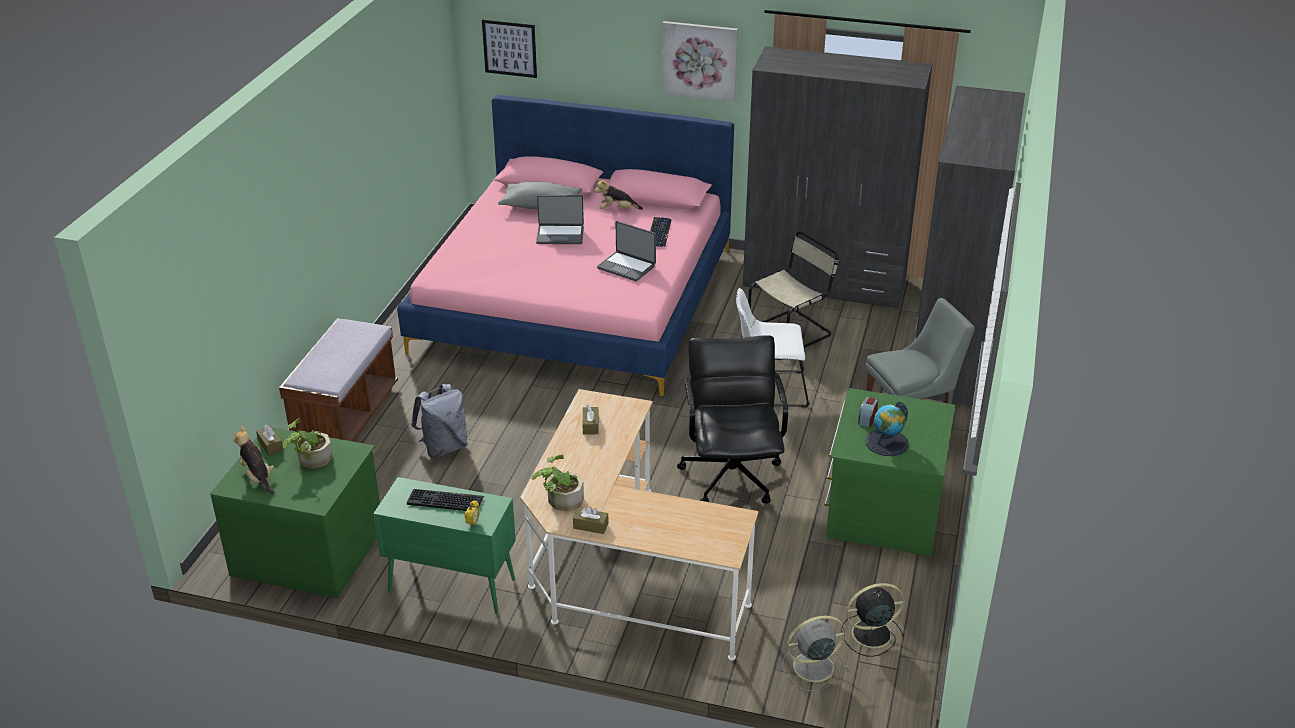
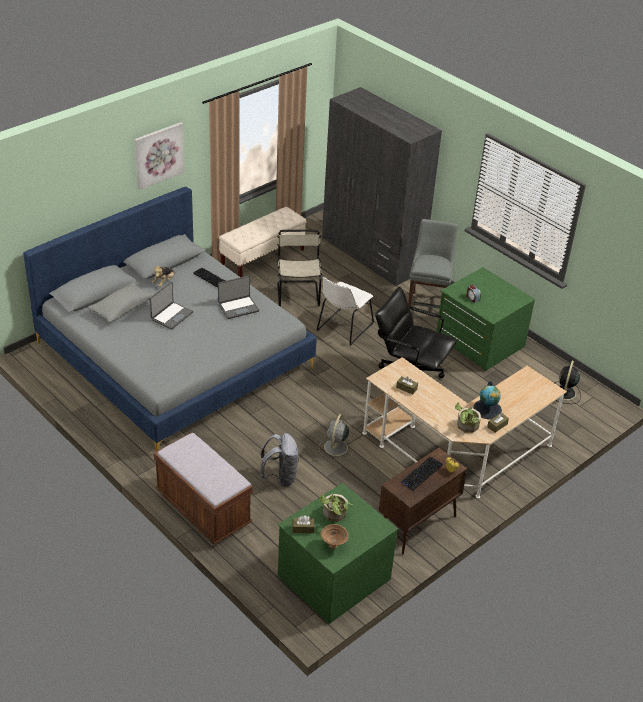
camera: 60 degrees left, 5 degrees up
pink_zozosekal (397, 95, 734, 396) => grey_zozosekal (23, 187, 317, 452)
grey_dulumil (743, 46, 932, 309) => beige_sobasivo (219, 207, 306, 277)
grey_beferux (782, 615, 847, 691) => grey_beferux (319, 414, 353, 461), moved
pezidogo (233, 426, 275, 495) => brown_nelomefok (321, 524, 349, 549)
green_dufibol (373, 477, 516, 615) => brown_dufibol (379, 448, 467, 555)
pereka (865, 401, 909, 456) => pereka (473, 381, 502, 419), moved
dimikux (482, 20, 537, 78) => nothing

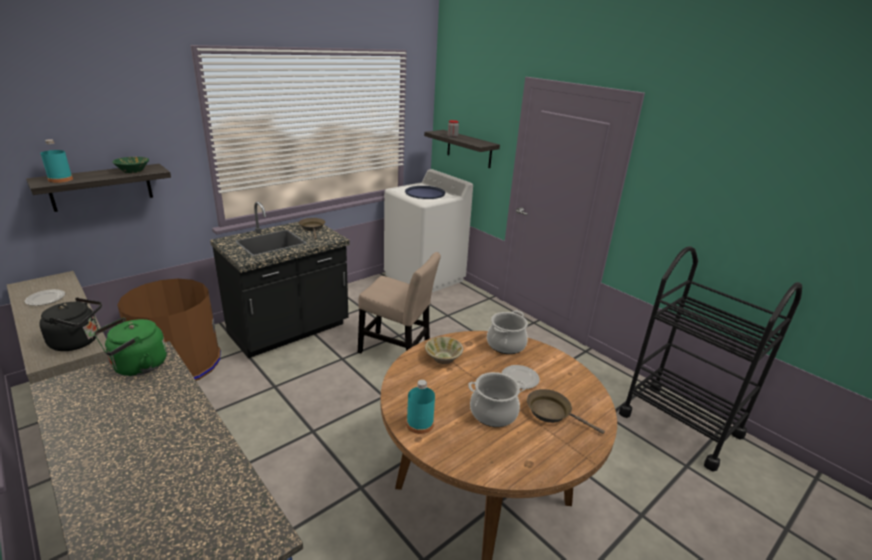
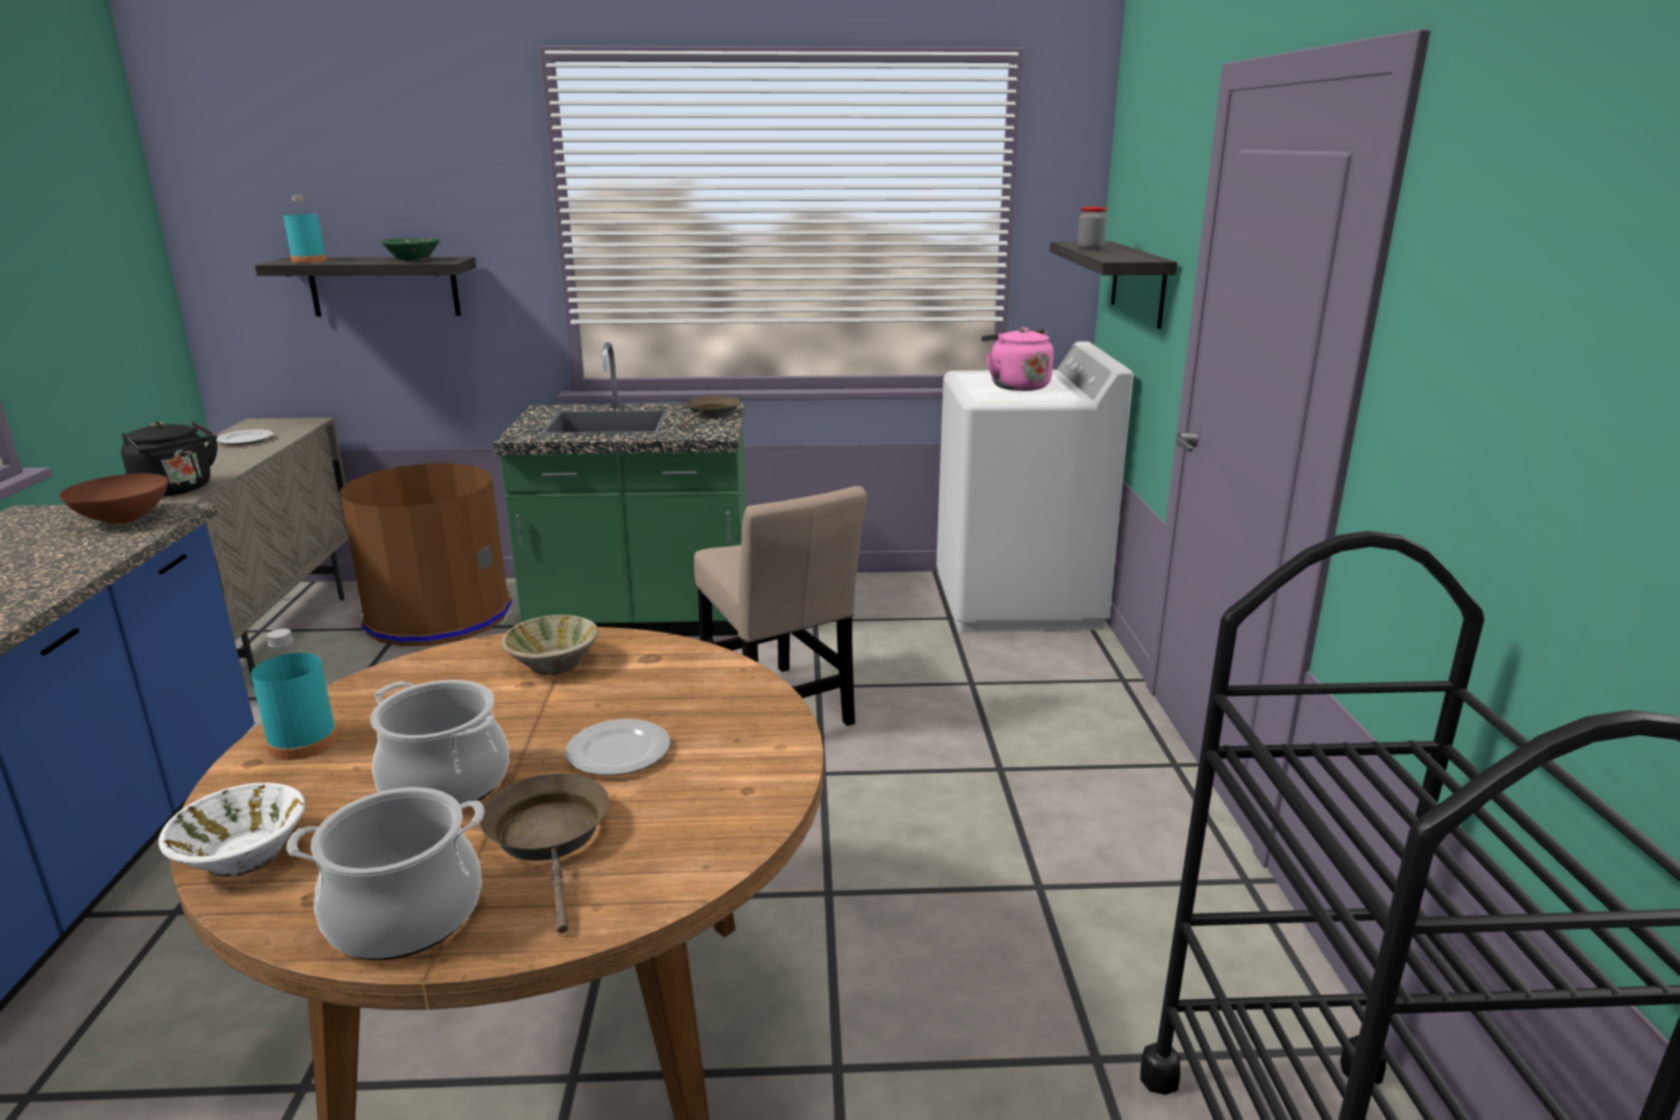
camera: 40 degrees right, 5 degrees down
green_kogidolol (94, 318, 167, 376) => brown_nelomefok (59, 474, 168, 524)
nothing => white_nelomefok (159, 783, 305, 877)
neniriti (487, 310, 528, 354) => neniriti (287, 787, 485, 960), moved
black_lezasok (210, 202, 350, 358) => green_lezasok (493, 342, 746, 636)
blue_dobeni (405, 186, 445, 199) => pink_kogidolol (982, 327, 1054, 391)

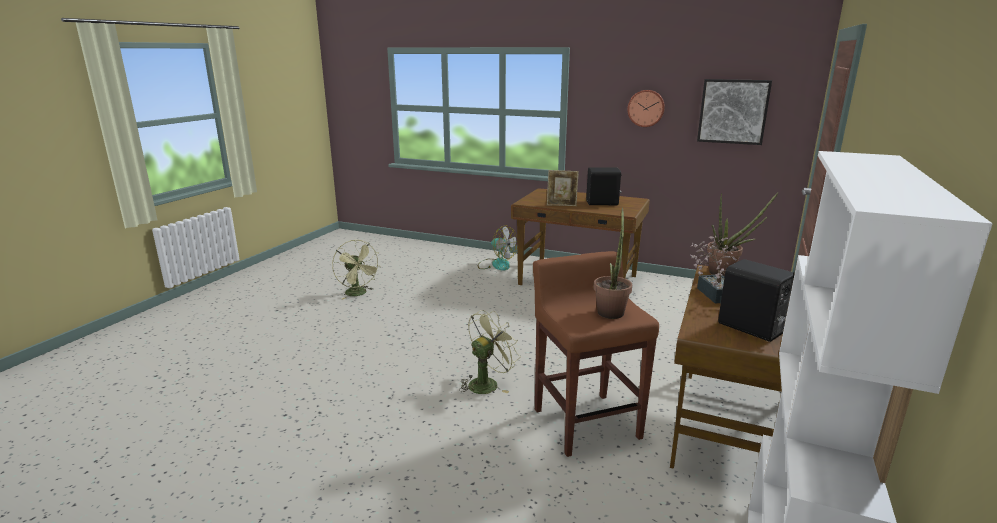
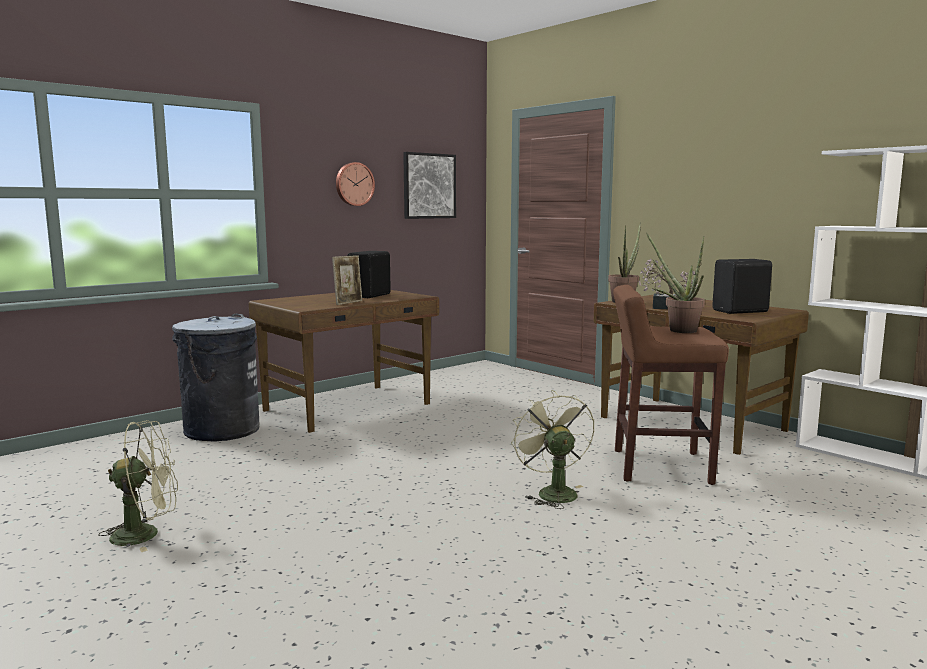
camera: 65 degrees left, 10 degrees down
beferux (478, 225, 517, 270) => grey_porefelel (172, 314, 259, 441)

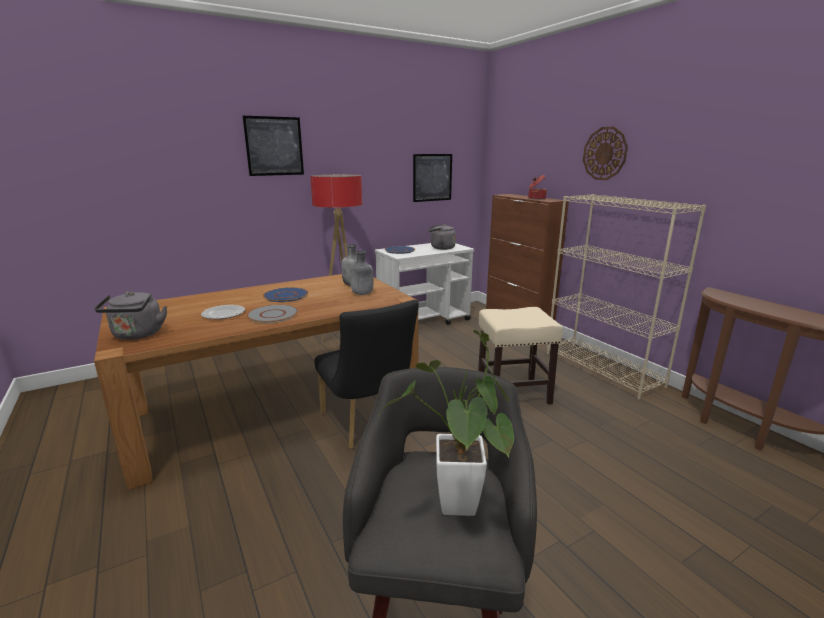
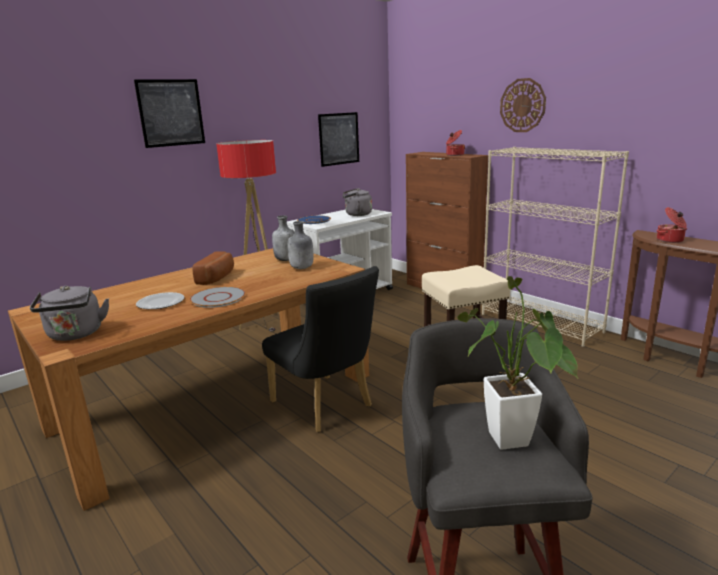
camera: 10 degrees left, 0 degrees up
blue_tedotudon (263, 287, 308, 302) => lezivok (192, 251, 234, 285)
nothing => neniriti (656, 207, 687, 243)

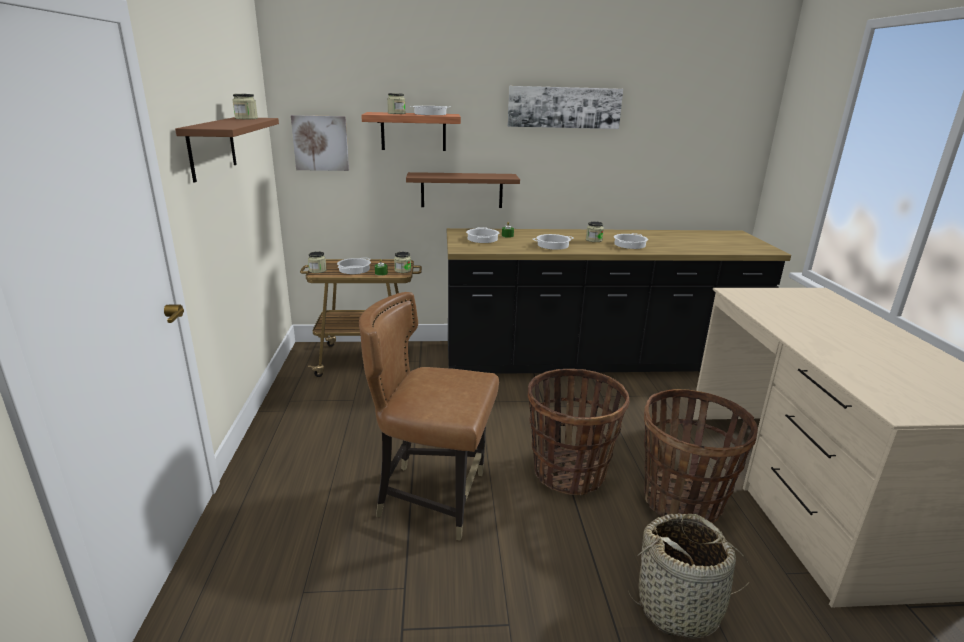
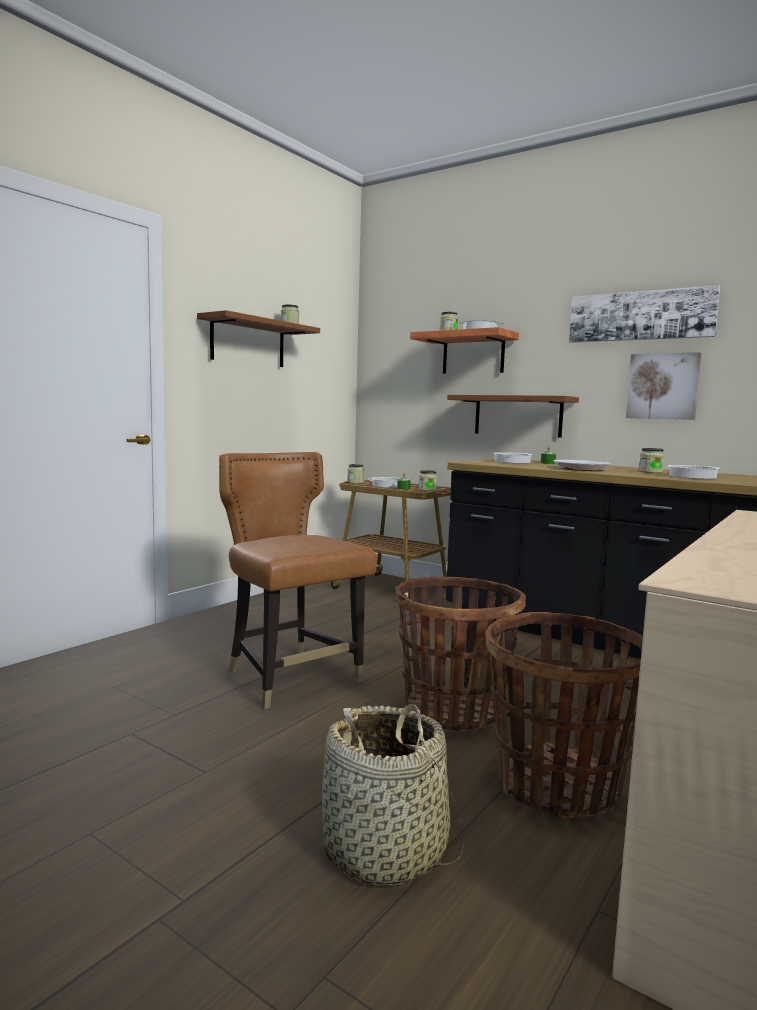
camera: 40 degrees right, 15 degrees down
neniriti (533, 234, 574, 250) => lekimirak (554, 460, 611, 471)
dimikux (291, 115, 349, 171) => dimikux (626, 352, 702, 420), moved

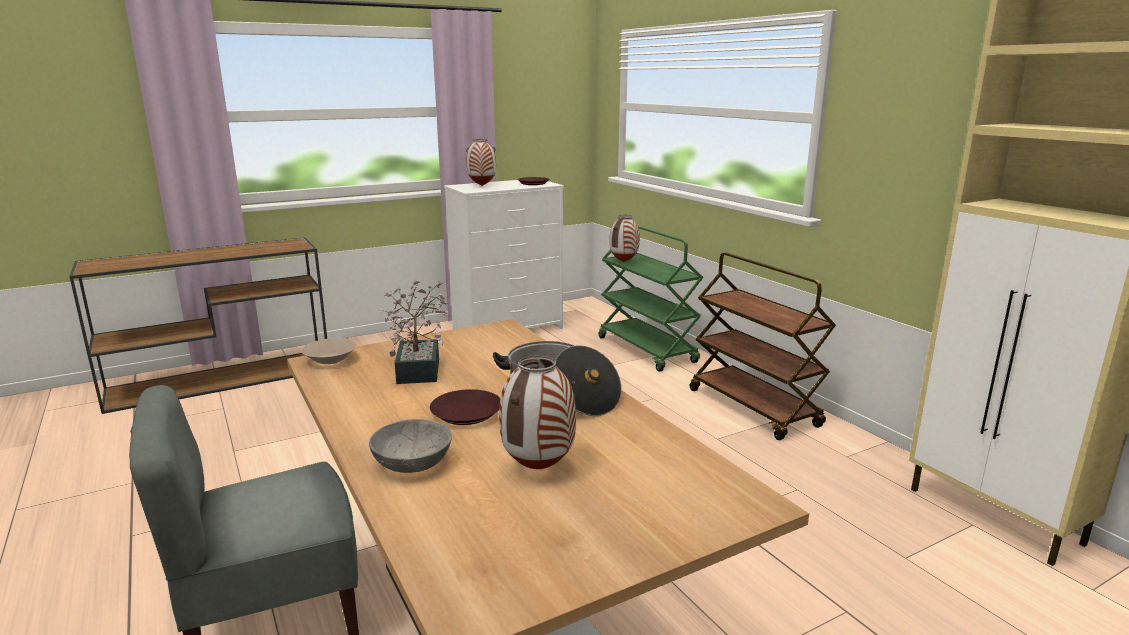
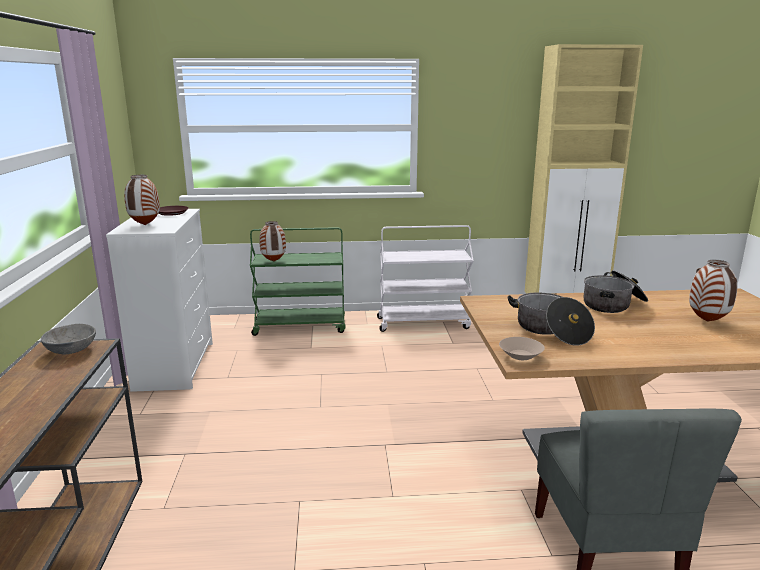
camera: 65 degrees left, 0 degrees up
grey_nelomefok (369, 419, 452, 473) => grey_nelomefok (41, 324, 96, 354), moved
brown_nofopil (690, 253, 836, 440) => white_nofopil (377, 225, 474, 332)
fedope (379, 279, 448, 384) => neniriti (507, 293, 595, 346)
brown_tedotudon (430, 389, 500, 425) => nothing

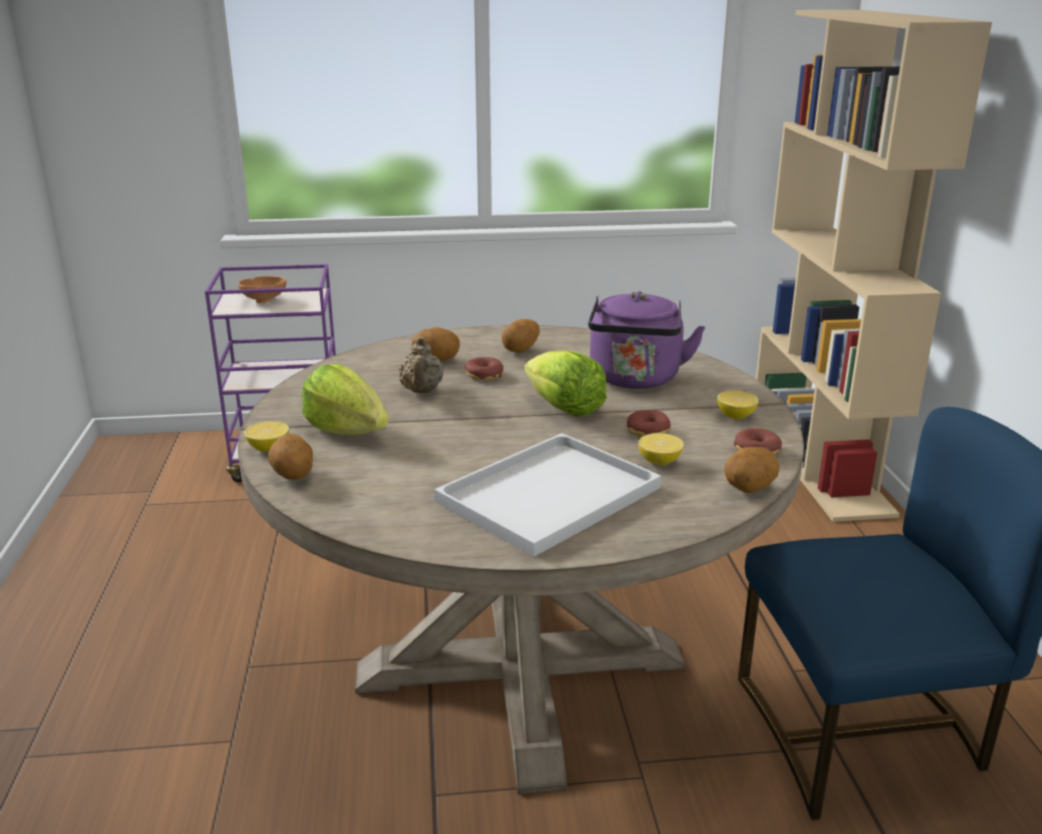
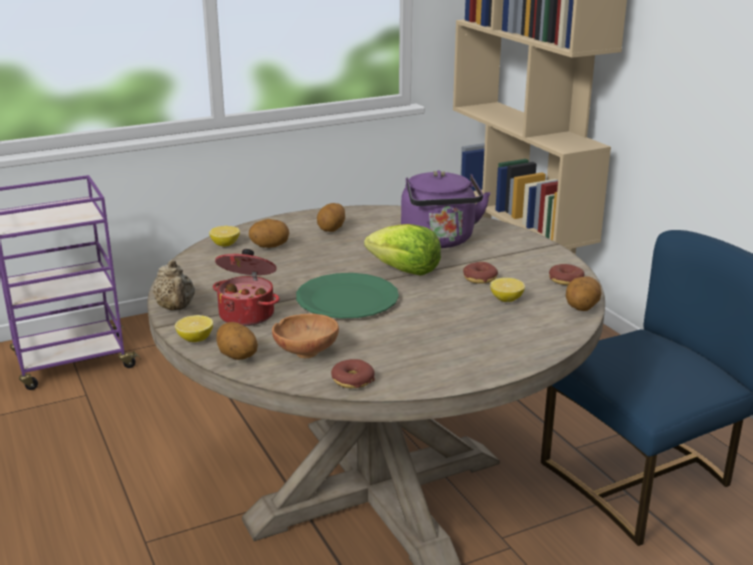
camera: 20 degrees left, 0 degrees up
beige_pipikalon (399, 337, 443, 393) => beige_pipikalon (153, 259, 195, 311), moved
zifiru (717, 391, 759, 419) => zifiru (209, 226, 240, 247), moved
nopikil (302, 364, 389, 436) => neniriti (213, 249, 280, 326)
brown_nelomefok (238, 276, 286, 303) => brown_nelomefok (272, 313, 339, 358), moved
nothing => green_tedotudon (296, 273, 399, 319)
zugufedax (465, 357, 504, 380) => zugufedax (331, 359, 375, 388), moved
white_dobeni (434, 433, 661, 557) => nothing

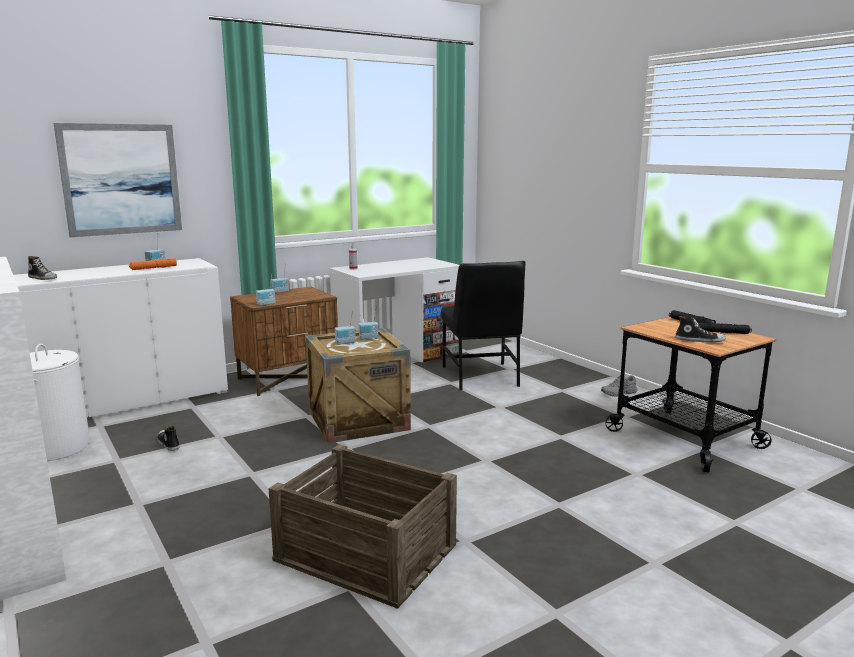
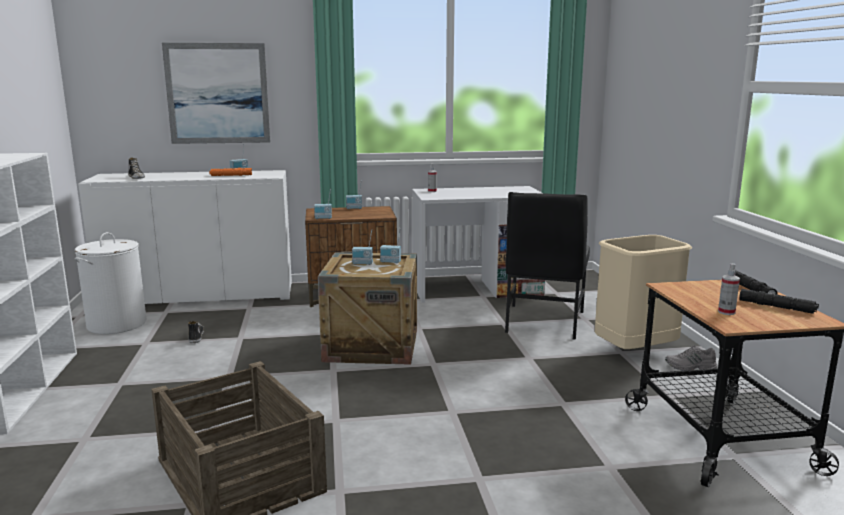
camera: 25 degrees right, 0 degrees up
nothing => beige_porefelel (595, 235, 692, 349)
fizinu (675, 316, 726, 343) => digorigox (718, 263, 740, 315)

